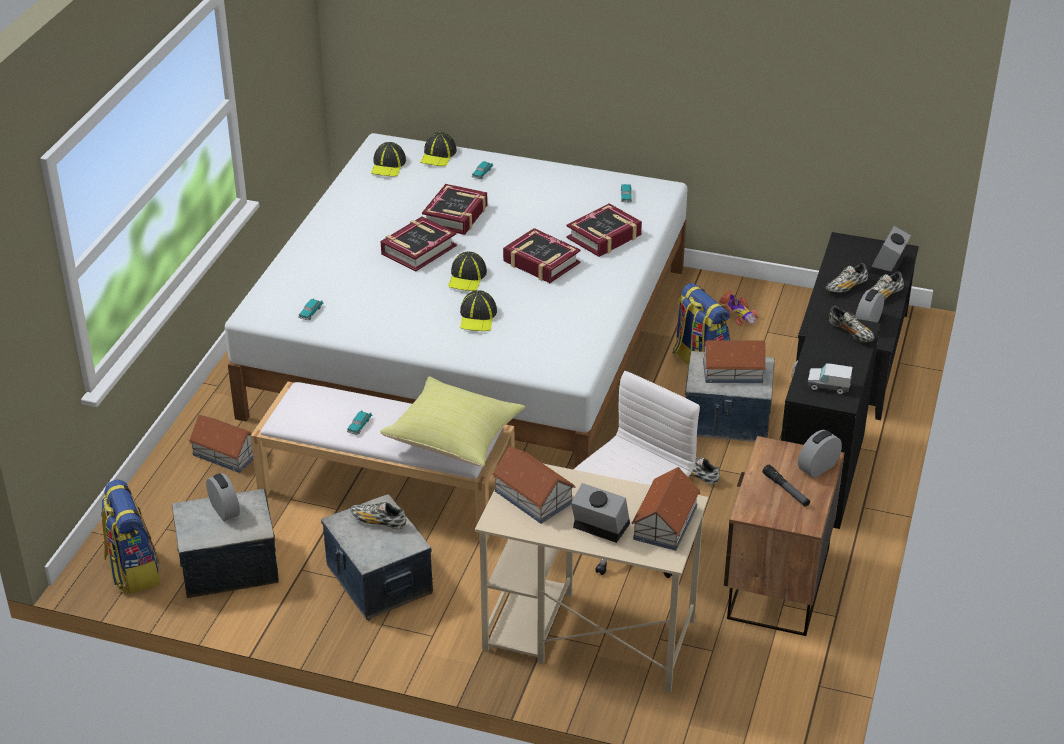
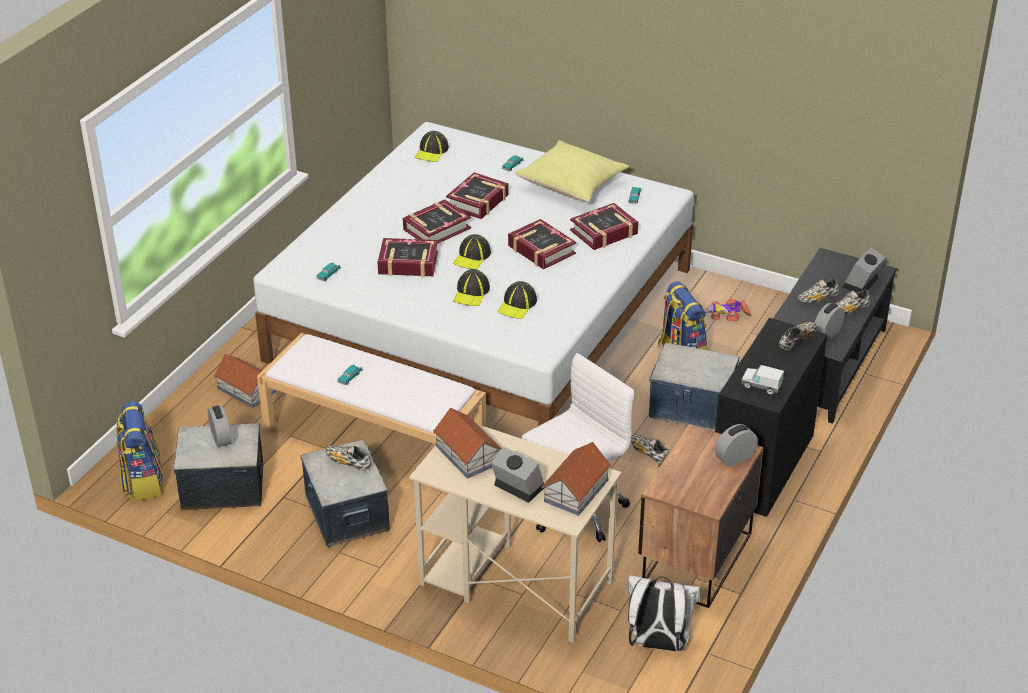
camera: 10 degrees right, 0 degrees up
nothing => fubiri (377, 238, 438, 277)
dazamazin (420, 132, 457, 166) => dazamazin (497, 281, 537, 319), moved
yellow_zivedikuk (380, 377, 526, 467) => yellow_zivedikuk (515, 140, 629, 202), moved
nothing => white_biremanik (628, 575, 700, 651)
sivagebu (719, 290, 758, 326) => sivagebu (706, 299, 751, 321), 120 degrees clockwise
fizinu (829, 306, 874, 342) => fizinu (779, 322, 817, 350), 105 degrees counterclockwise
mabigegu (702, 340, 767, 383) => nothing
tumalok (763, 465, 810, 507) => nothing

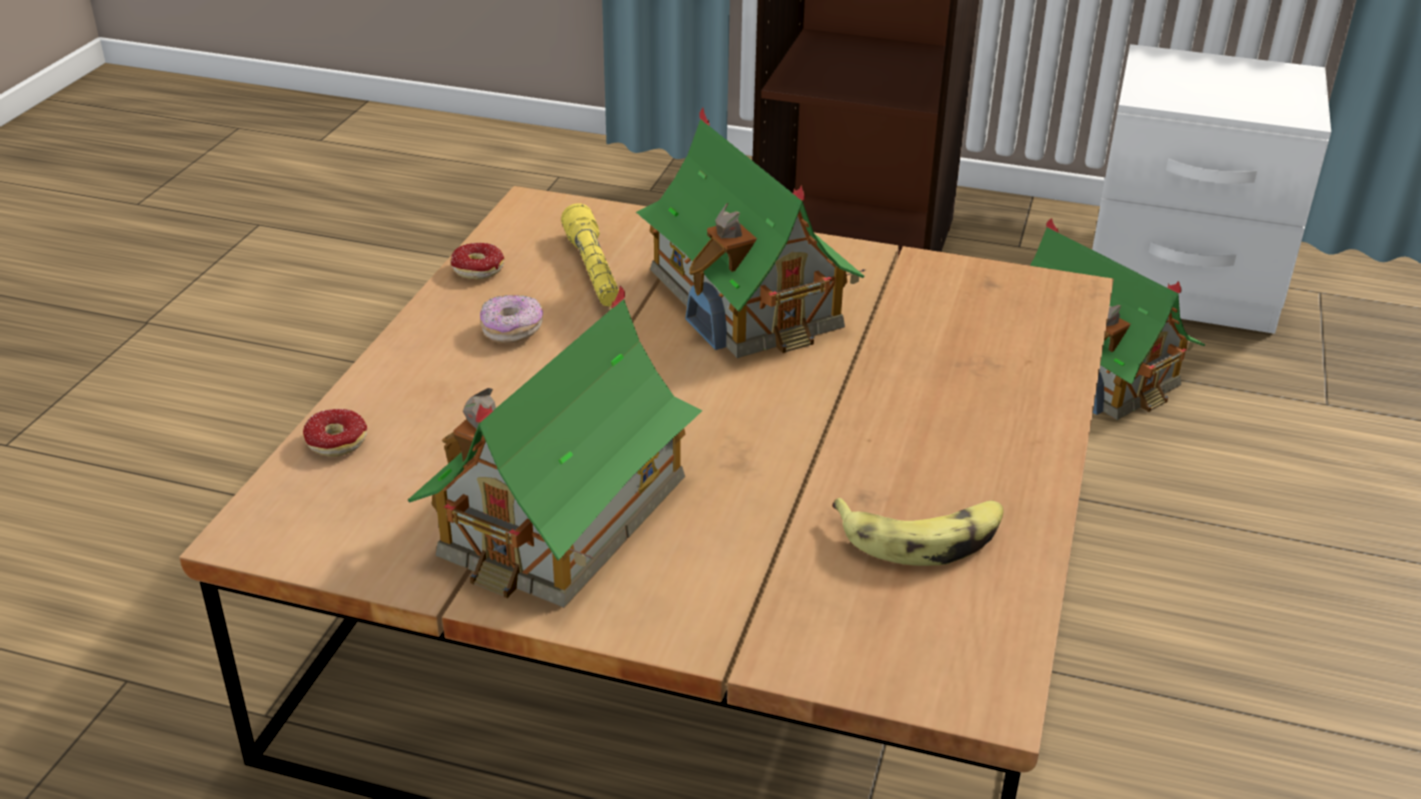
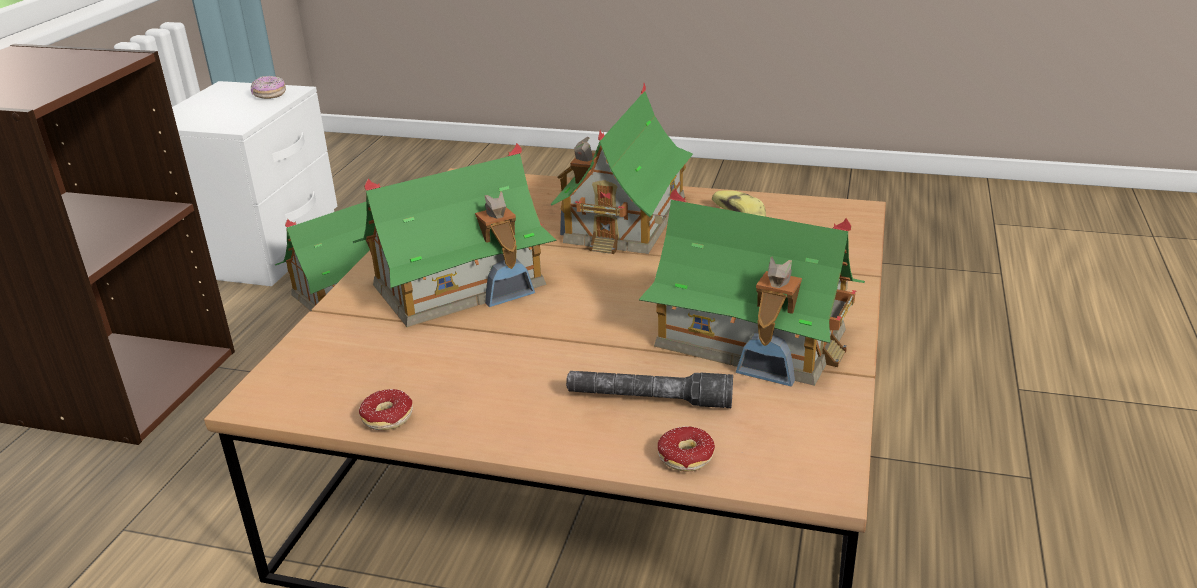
camera: 90 degrees left, 5 degrees down
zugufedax (480, 295, 543, 344) => zugufedax (251, 76, 286, 99), moved
nothing => mabigegu (550, 83, 693, 254)
nothing => grey_tumalok (566, 371, 733, 408)
yellow_tumalok (561, 203, 619, 307) => nothing

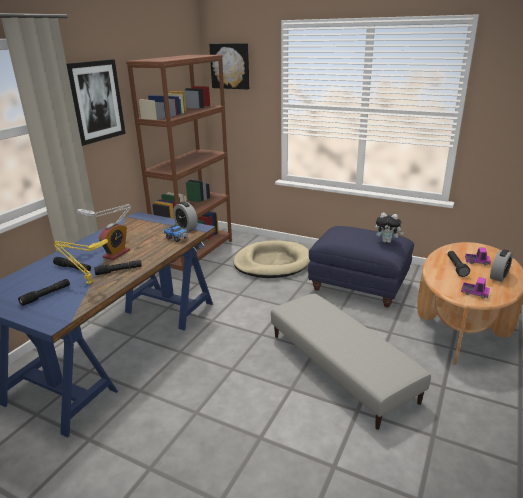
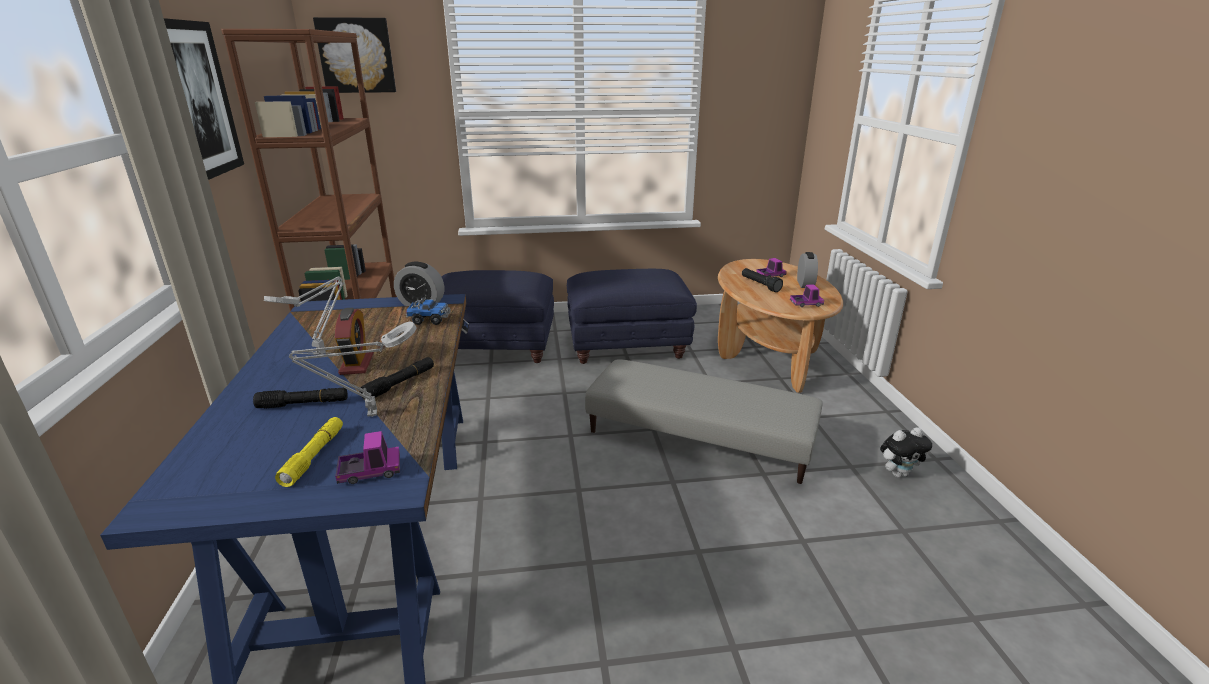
camera: 35 degrees left, 0 degrees up
black_tumalok (18, 279, 70, 306) => yellow_tumalok (275, 417, 343, 487)
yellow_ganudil (54, 239, 108, 284) => grey_ganudil (289, 322, 417, 417)
nothing => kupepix (335, 431, 400, 484)
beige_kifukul (233, 240, 310, 278) => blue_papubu (441, 270, 554, 363)
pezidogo (375, 213, 404, 243) => pezidogo (880, 427, 932, 478), moved

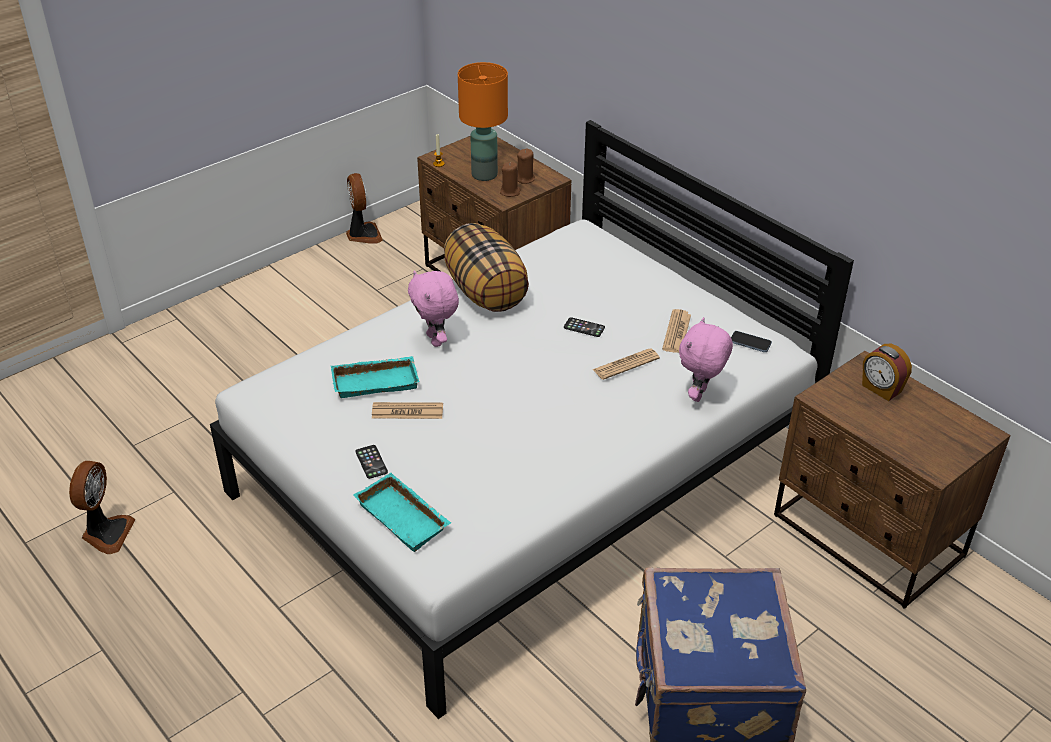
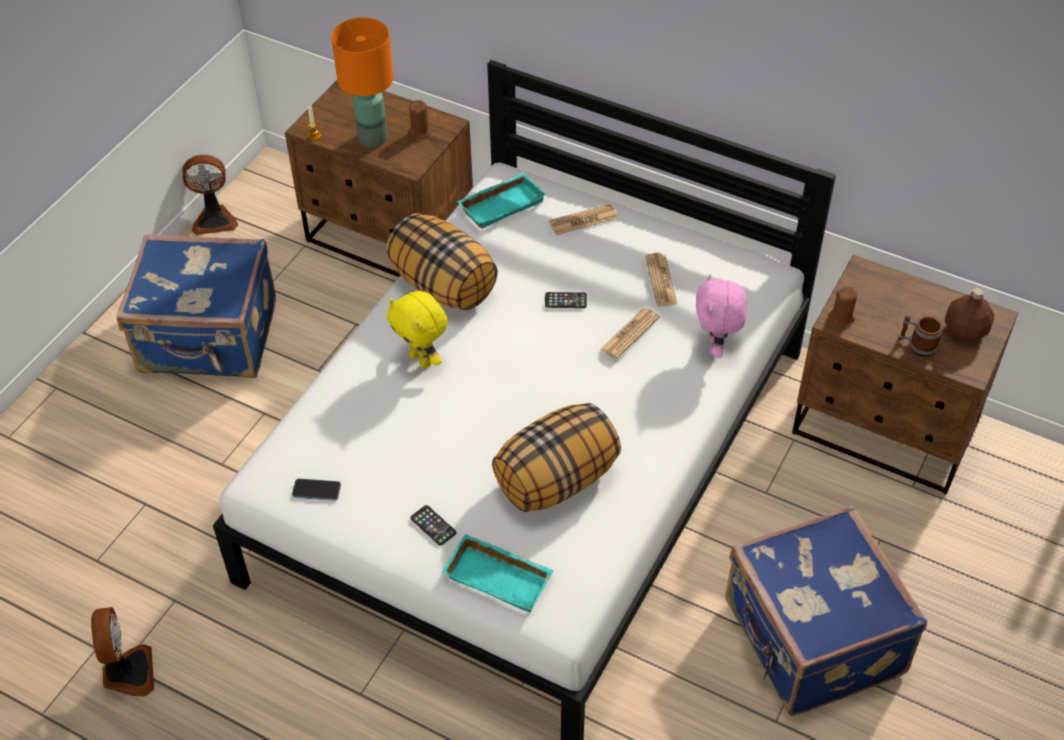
camera: 20 degrees left, 10 degrees up
nothing => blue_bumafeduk (116, 234, 276, 378)
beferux (346, 173, 383, 244) => beferux (182, 155, 238, 235), 120 degrees clockwise
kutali (731, 331, 772, 352) => kutali (292, 479, 341, 501), moved
pink_pezidogo (408, 270, 459, 347) => yellow_pezidogo (387, 291, 448, 368)
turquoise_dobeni (331, 356, 419, 398) => turquoise_dobeni (457, 173, 546, 229), moved
nothing => zivedikuk (492, 403, 621, 512)
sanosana (372, 402, 443, 419) => sanosana (549, 204, 618, 235), moved
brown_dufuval (500, 162, 521, 197) => brown_dufuval (828, 286, 857, 328), moved
nothing => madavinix (898, 315, 943, 357)
nothing => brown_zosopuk (945, 288, 995, 342)
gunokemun (862, 344, 912, 401) => nothing

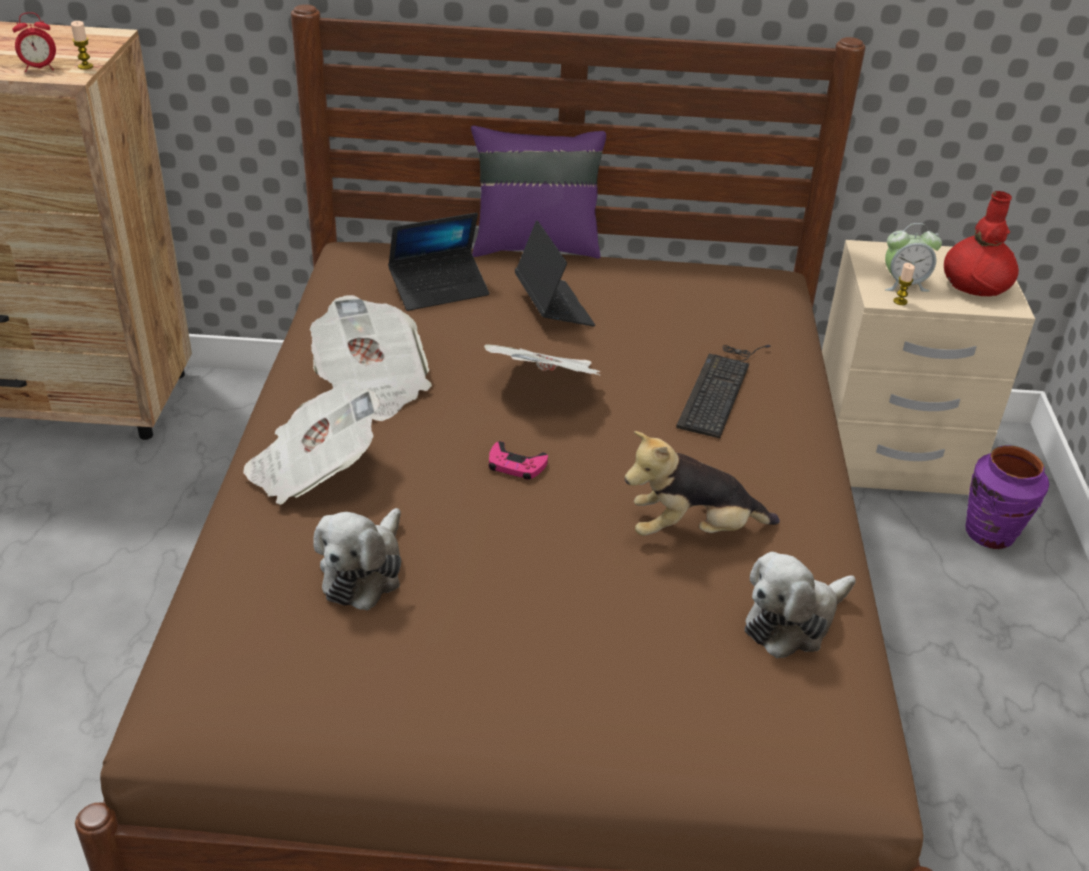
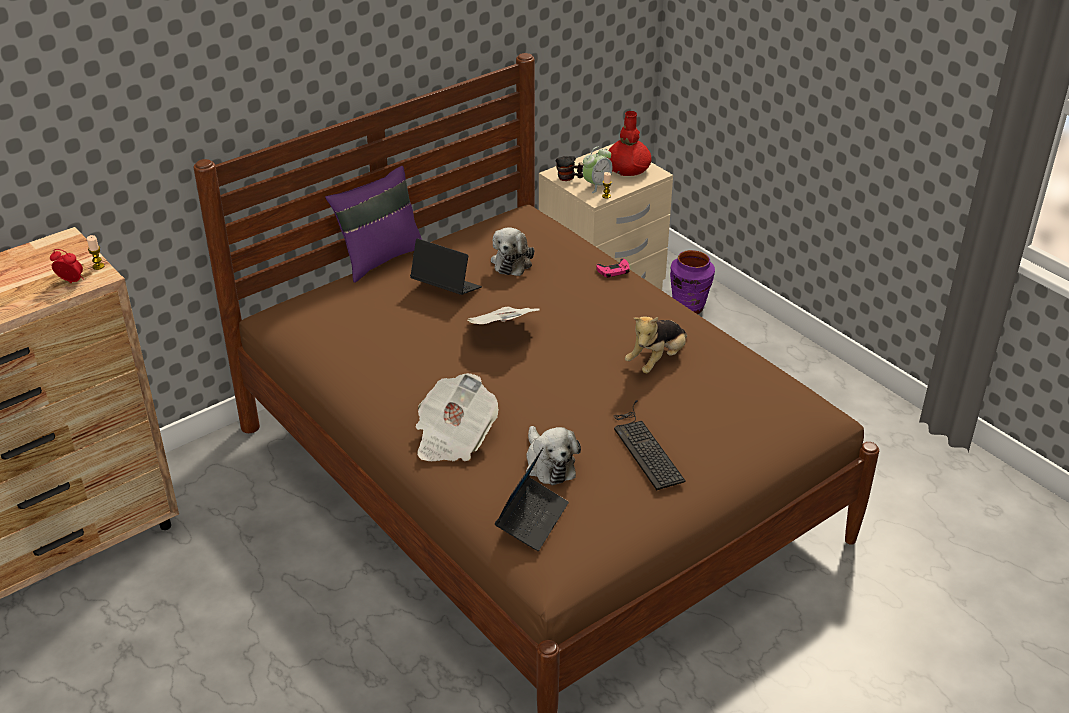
camera: 40 degrees left, 0 degrees up
gunokemun (13, 12, 56, 72) => gunokemun (50, 249, 84, 283), 105 degrees counterclockwise
pezidogo (745, 552, 856, 658) => pezidogo (491, 227, 534, 276), moved
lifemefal (388, 212, 489, 311) => lifemefal (495, 448, 569, 551), moved
nothing => madavinix (556, 156, 583, 181)
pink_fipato (488, 441, 548, 480) => pink_fipato (596, 258, 629, 278), moved
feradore (676, 345, 771, 438) => feradore (614, 400, 686, 490), moved
sanosana (310, 295, 432, 421) => nothing

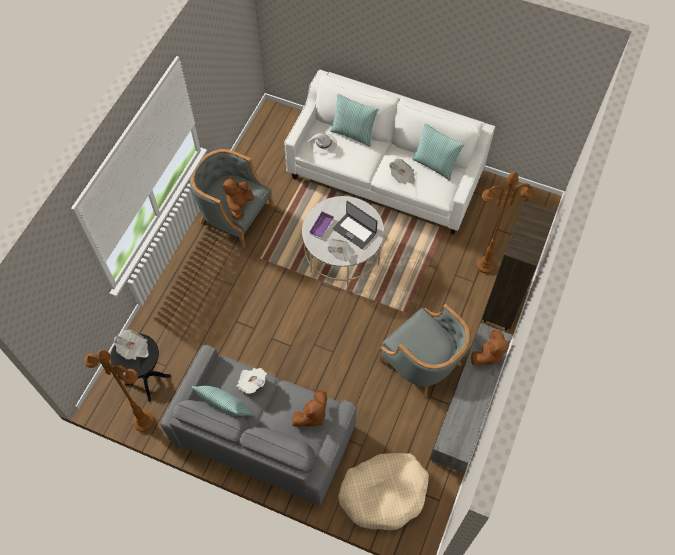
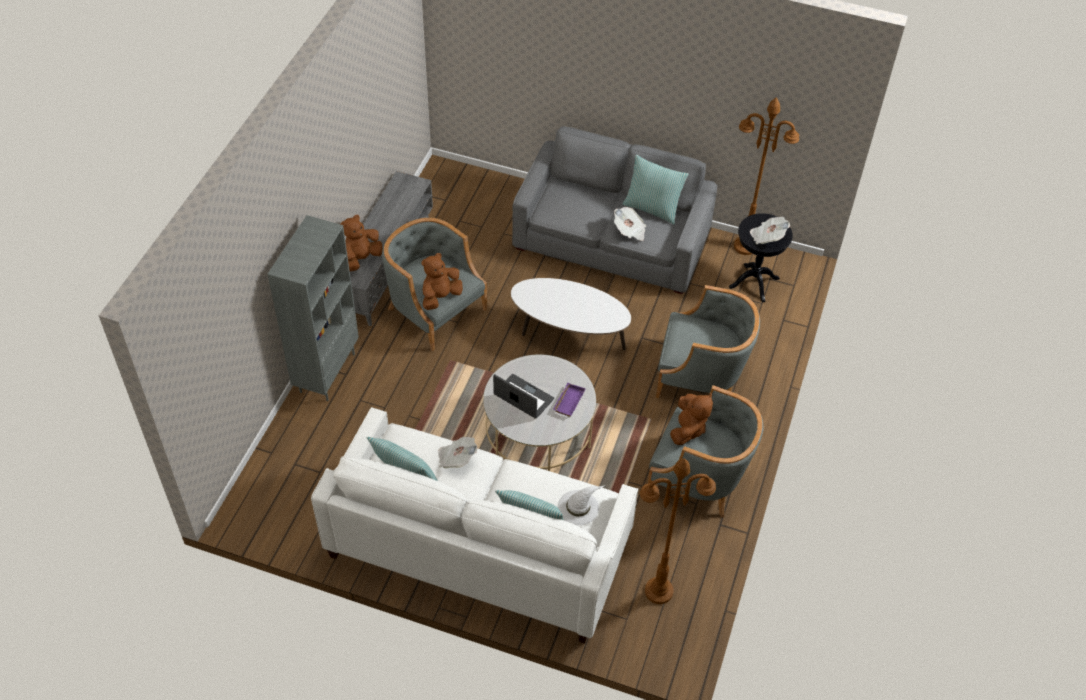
camera: 175 degrees right, 10 degrees down
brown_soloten (482, 200, 556, 331) => grey_soloten (267, 215, 359, 401)
brown_pezidogo (292, 390, 327, 427) => brown_pezidogo (422, 253, 463, 310), moved
nothing => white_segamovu (511, 278, 631, 350)
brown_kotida (476, 172, 534, 274) => brown_kotida (640, 458, 716, 604), moved
nothing => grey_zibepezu (656, 285, 760, 398)
sanosana (327, 239, 357, 262) => nothing
beige_kifukul (338, 453, 429, 530) => nothing

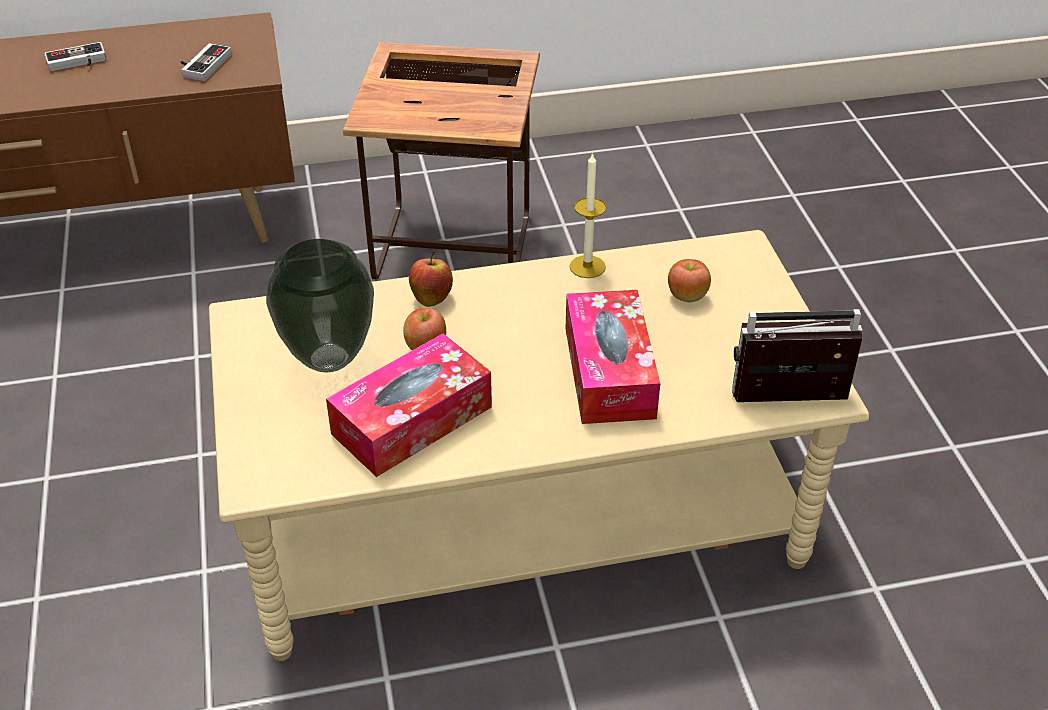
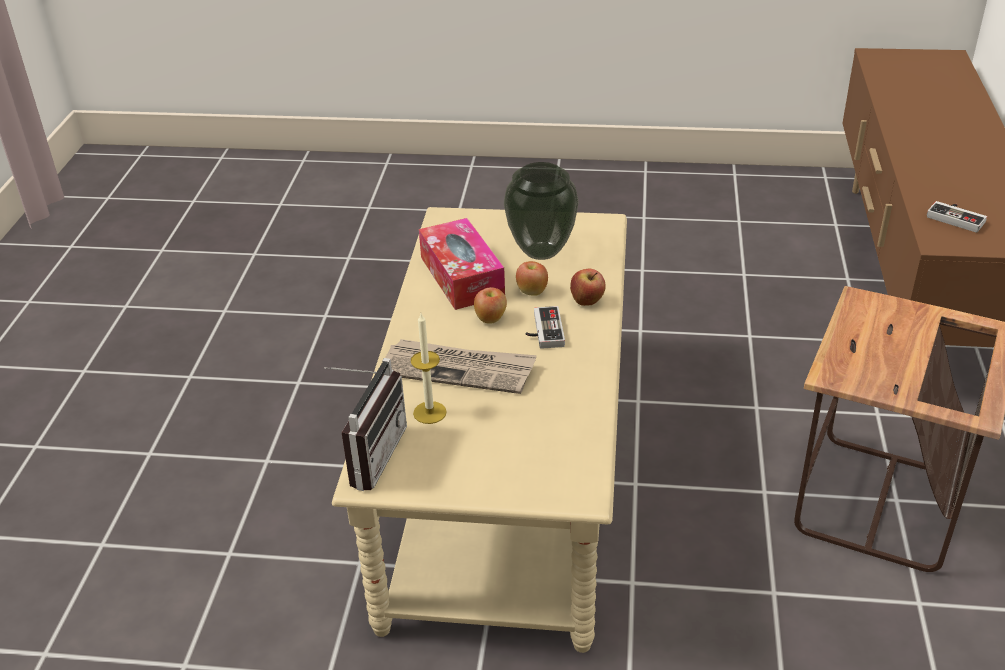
camera: 110 degrees right, 5 degrees down
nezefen (566, 290, 660, 424) => sanosana (385, 339, 537, 394)
dufuval (570, 152, 606, 278) => dufuval (411, 313, 447, 424), moved
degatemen (668, 259, 711, 302) => degatemen (474, 287, 507, 324), moved
fipato (44, 42, 106, 71) => fipato (525, 306, 565, 349), moved

